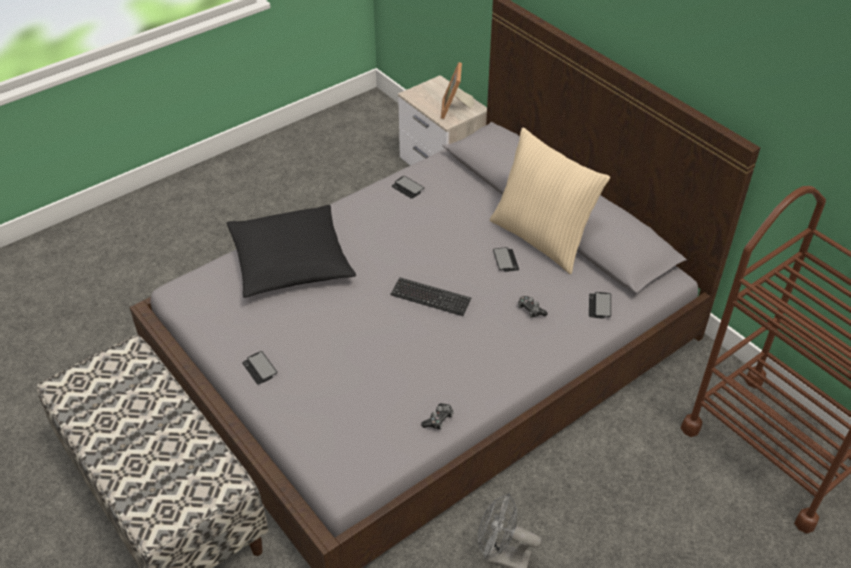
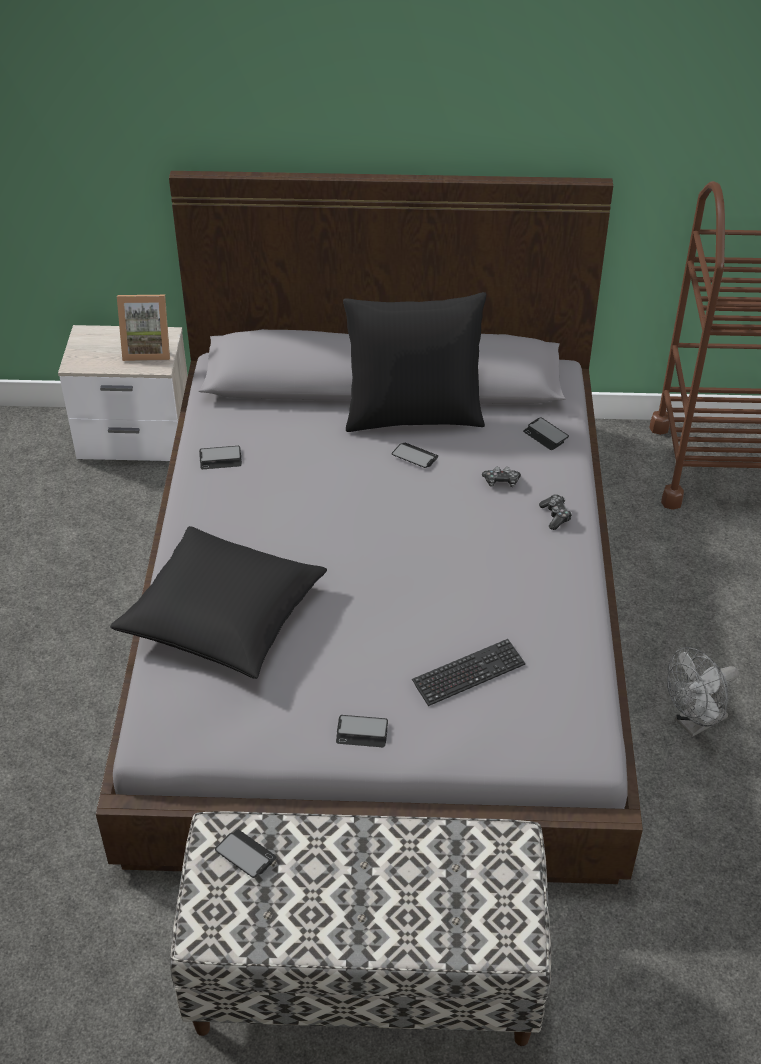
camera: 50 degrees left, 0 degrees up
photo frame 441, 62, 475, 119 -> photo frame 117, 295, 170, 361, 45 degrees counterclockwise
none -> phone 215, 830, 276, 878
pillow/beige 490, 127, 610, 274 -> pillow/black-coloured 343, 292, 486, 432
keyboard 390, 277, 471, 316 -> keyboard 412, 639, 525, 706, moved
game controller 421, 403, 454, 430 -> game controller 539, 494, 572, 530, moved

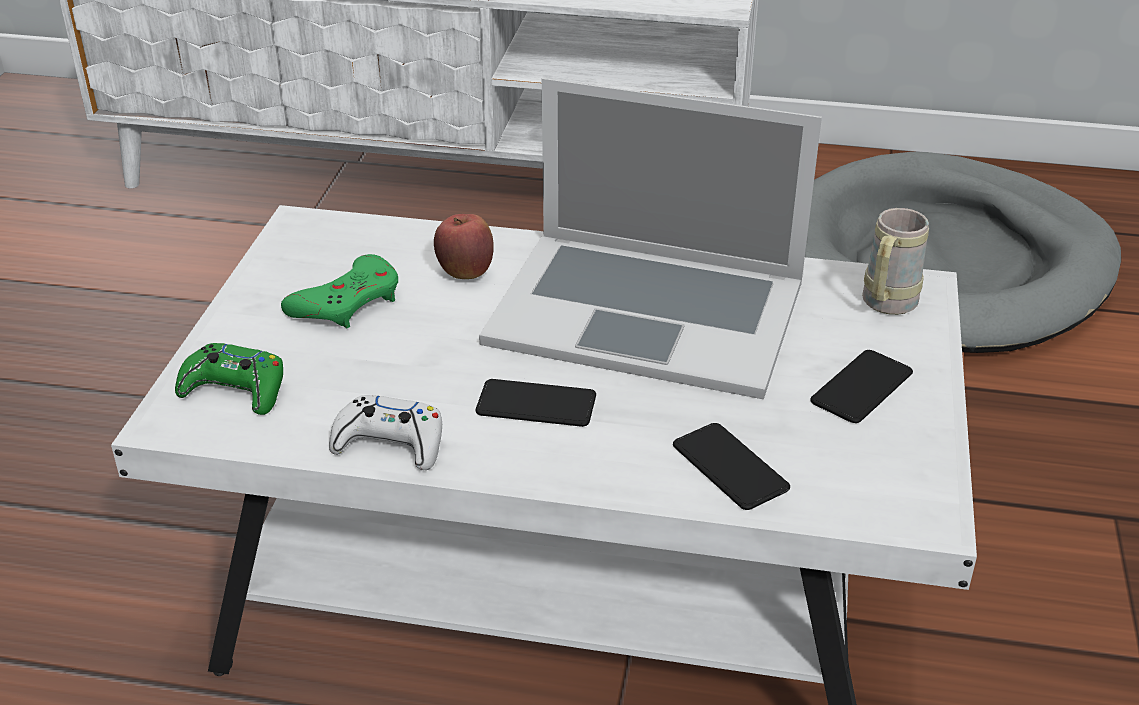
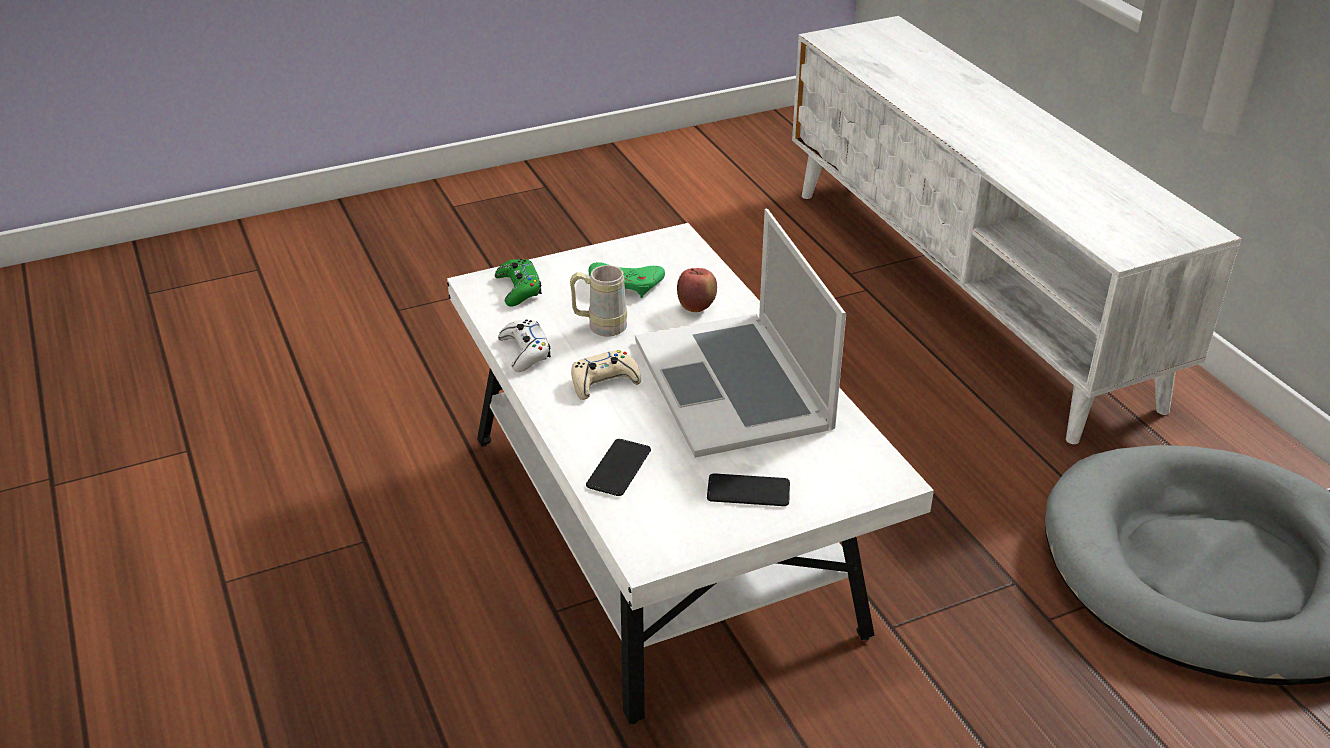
camera: 55 degrees right, 0 degrees up
coffee mug/beige 862, 208, 929, 315 -> coffee mug/beige 570, 265, 627, 337, moved
phone 476, 379, 596, 427 -> game controller/beige 571, 350, 641, 400

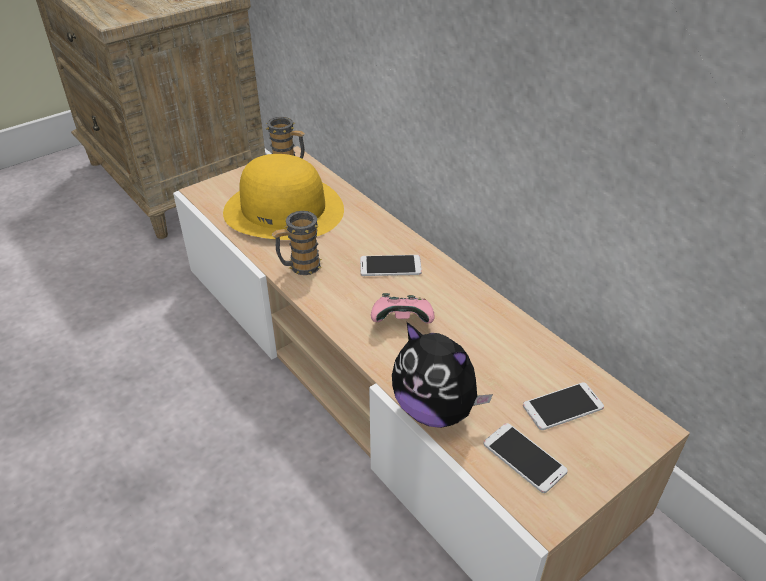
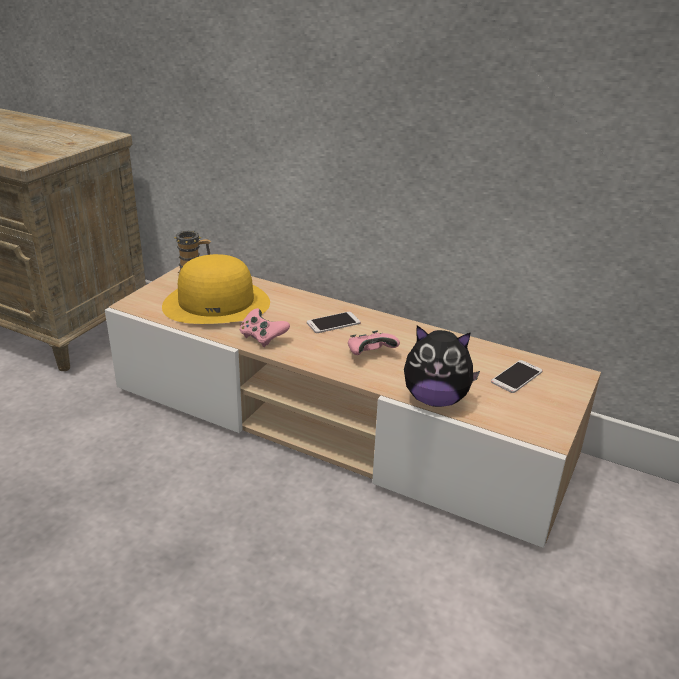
camera: 25 degrees left, 10 degrees down
coffee mug 272, 211, 322, 275 -> game controller/pink 240, 308, 290, 347
phone 483, 423, 568, 493 -> none

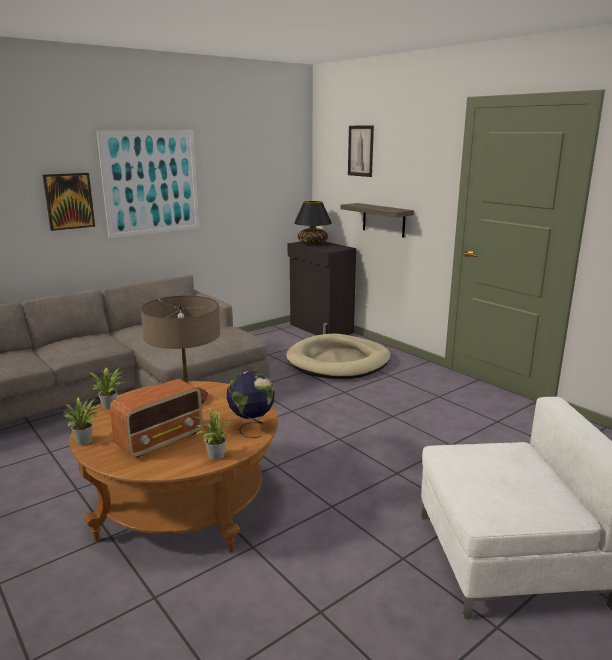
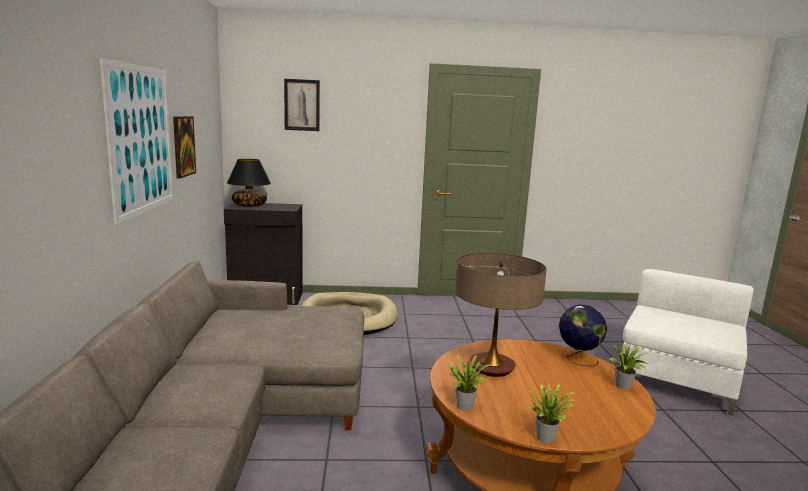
camera: 55 degrees left, 5 degrees down
wall art 43, 173, 95, 231 -> wall art 173, 116, 196, 179, moved
radio receiver 110, 379, 203, 458 -> none
bracket shelf 340, 203, 414, 238 -> none

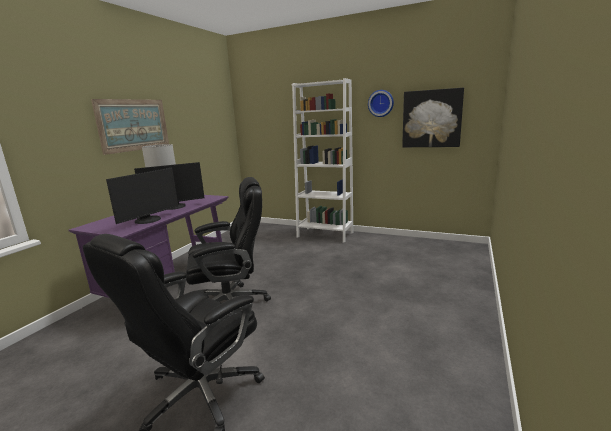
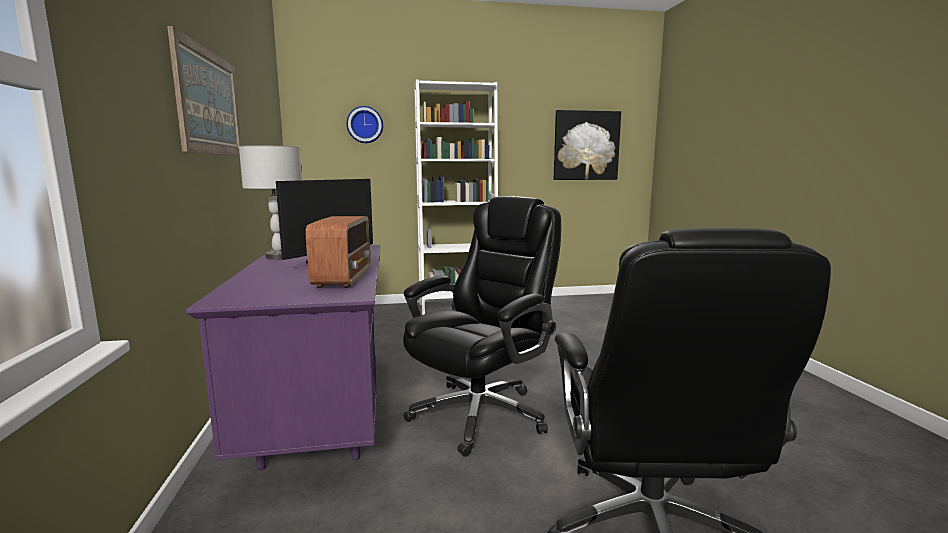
camera: 35 degrees left, 5 degrees down
monitor 106, 168, 178, 224 -> radio receiver 306, 216, 371, 288
clock on the wall 368, 90, 394, 117 -> clock on the wall 346, 106, 383, 143, moved

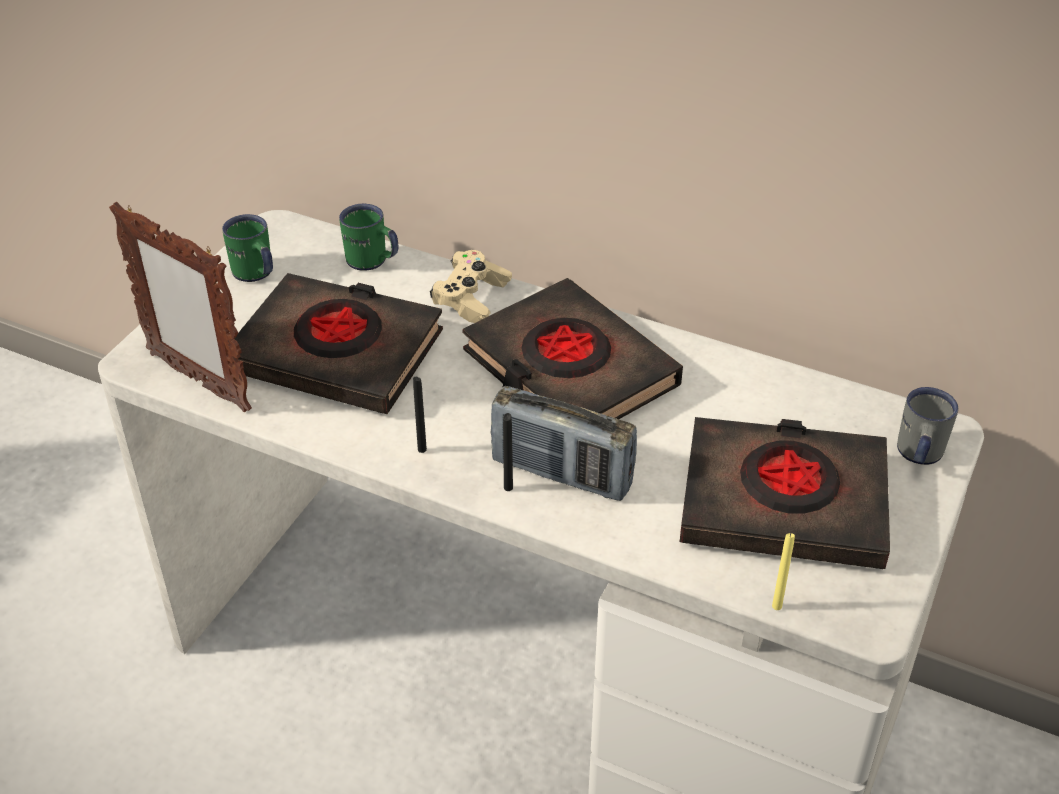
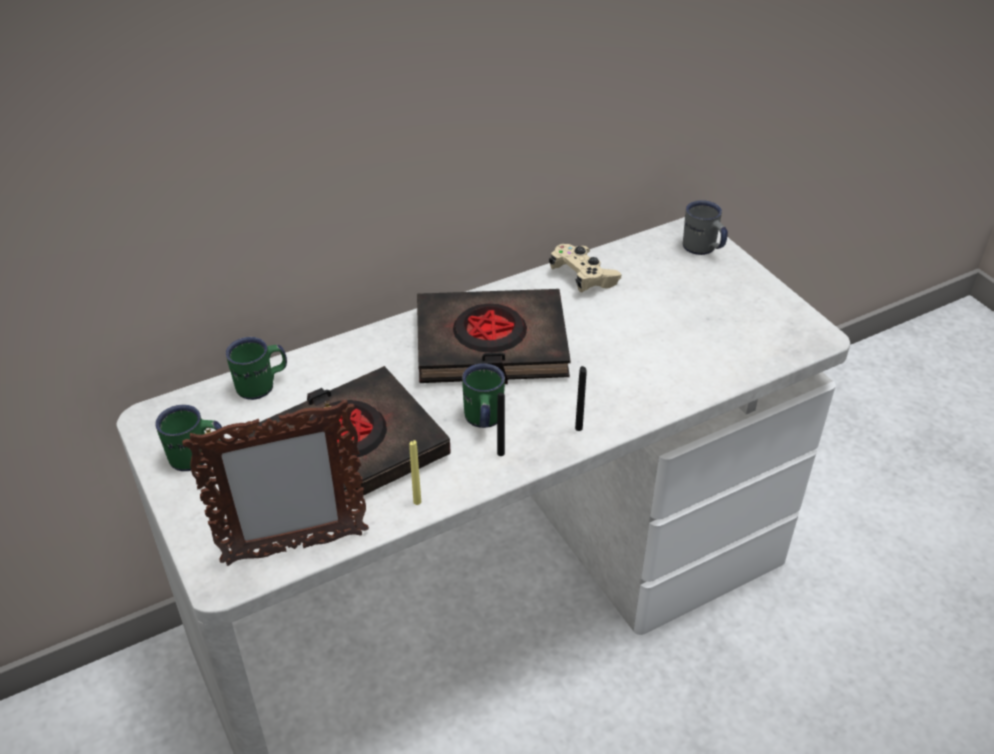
camera: 55 degrees left, 0 degrees up
wax candle/yellowish 772, 533, 795, 610 -> wax candle/yellowish 409, 440, 421, 505, moved
none -> coffee mug/green 462, 363, 505, 428
game controller/beige 430, 250, 512, 323 -> game controller/beige 549, 244, 621, 293, moved
radio receiver 491, 386, 637, 501 -> none
book/black-coloured 680, 417, 890, 569 -> none

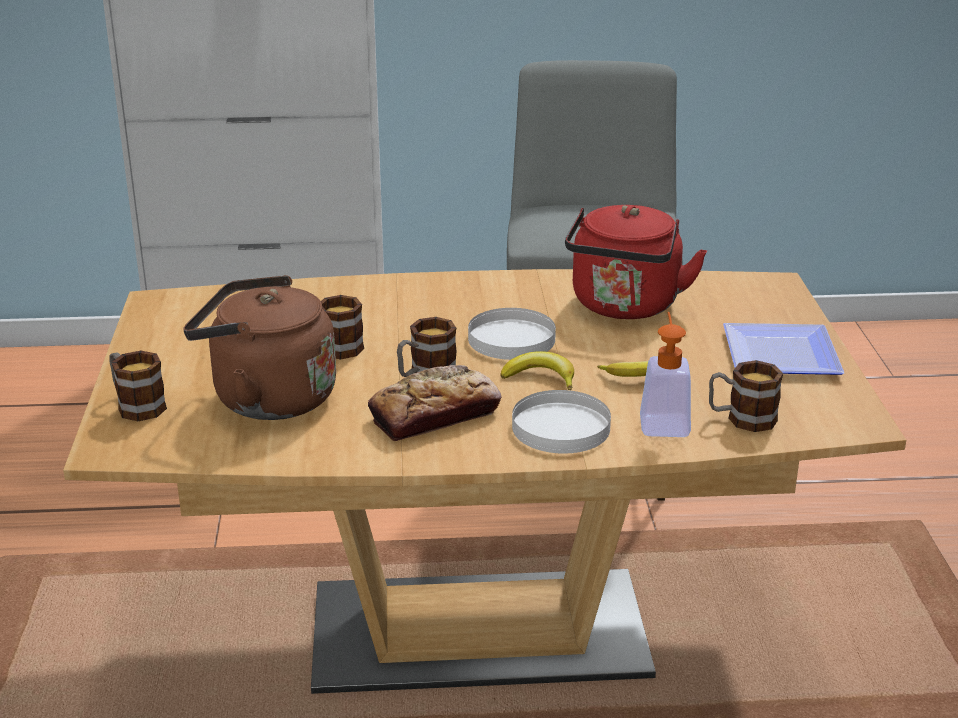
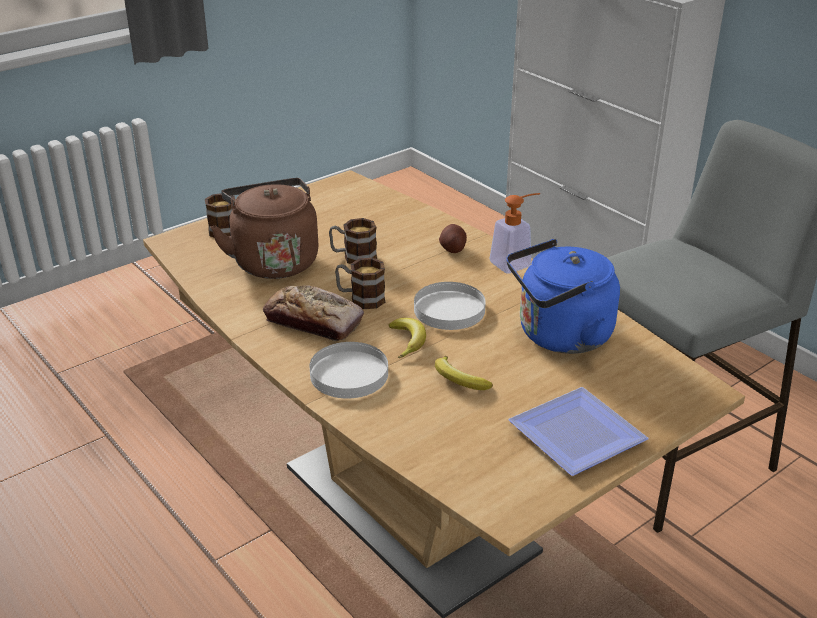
camera: 55 degrees right, 5 degrees up
none -> whole potato 439, 224, 467, 253
liquid soap bottle 640, 312, 691, 437 -> liquid soap bottle 489, 193, 540, 273, moved
kettle/red 565, 205, 707, 319 -> kettle/bluish 506, 239, 620, 354
coffee mug 709, 360, 783, 432 -> none

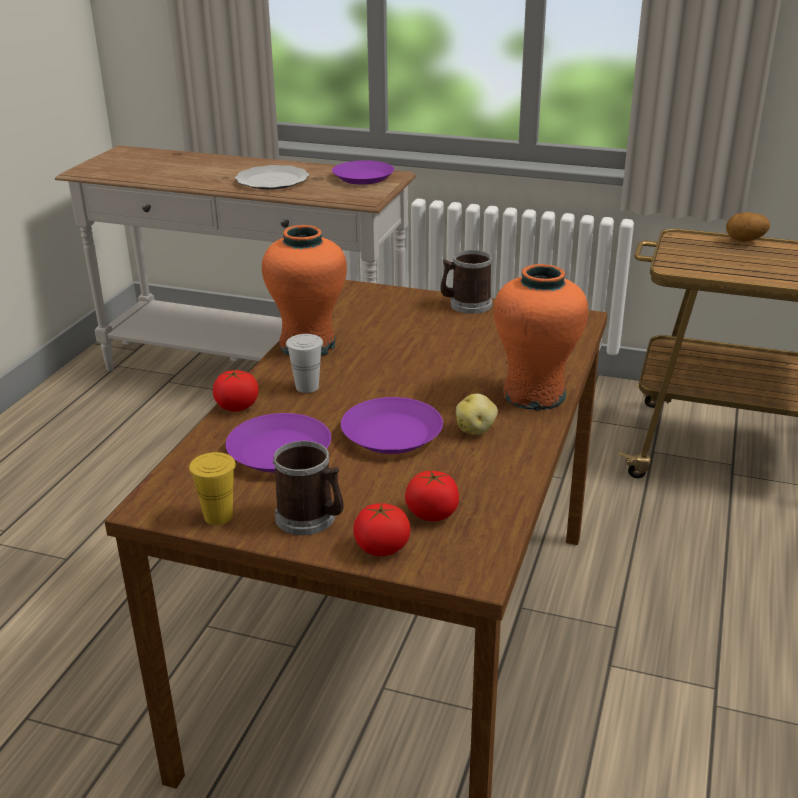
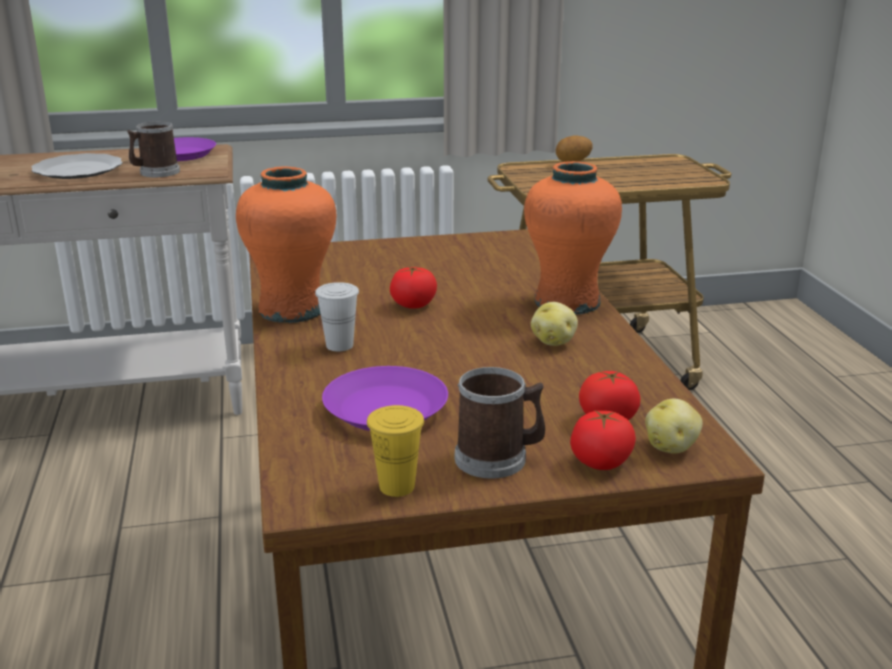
camera: 30 degrees left, 5 degrees down
coffee mug 440, 250, 492, 314 -> coffee mug 127, 121, 180, 177, moved
tomato 213, 370, 259, 412 -> tomato 390, 266, 437, 309, moved
none -> whole potato 645, 399, 703, 454
dinner plate/purplish 341, 397, 443, 454 -> none

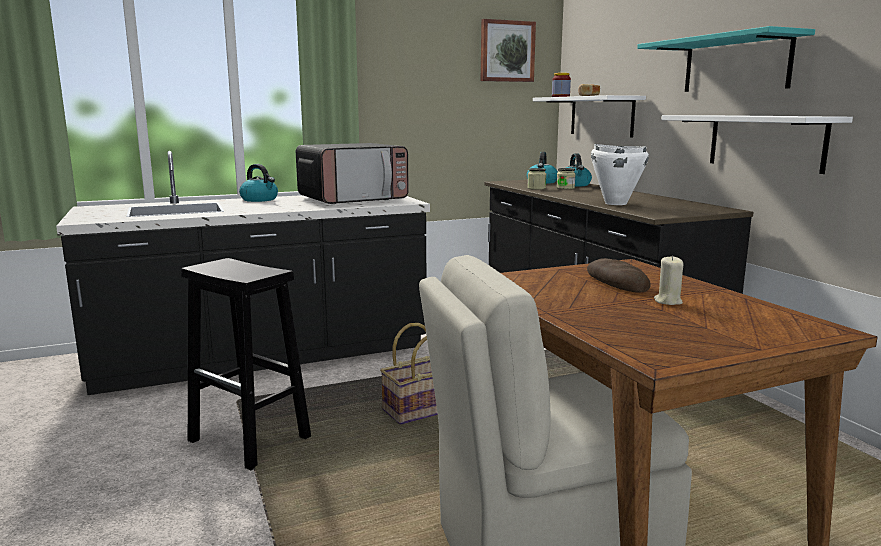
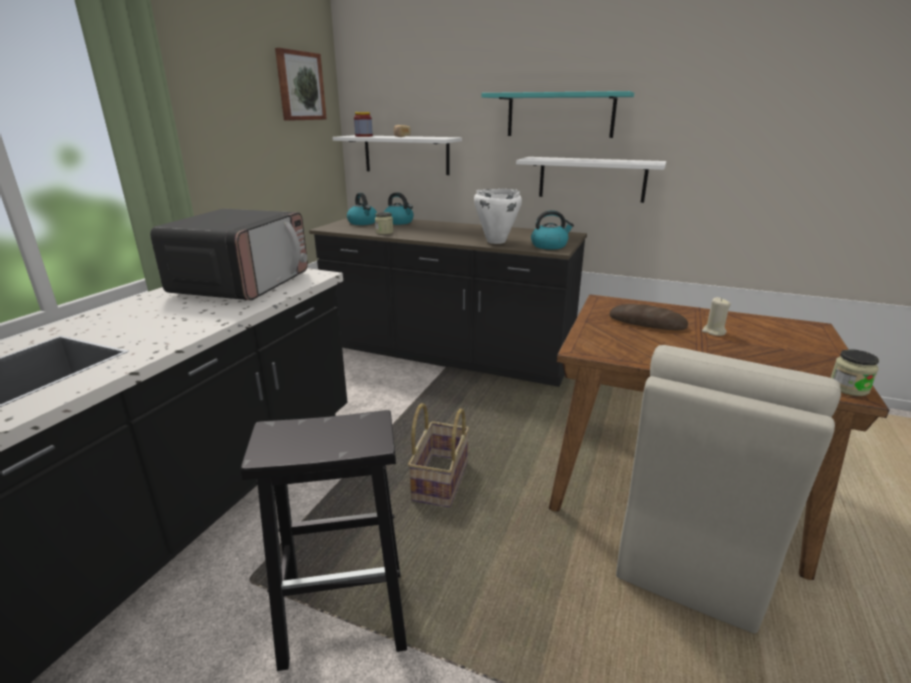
camera: 45 degrees left, 10 degrees up
kettle 239, 164, 278, 202 -> kettle 531, 210, 574, 250, moved
jar 556, 168, 576, 189 -> jar 830, 349, 879, 396, moved

